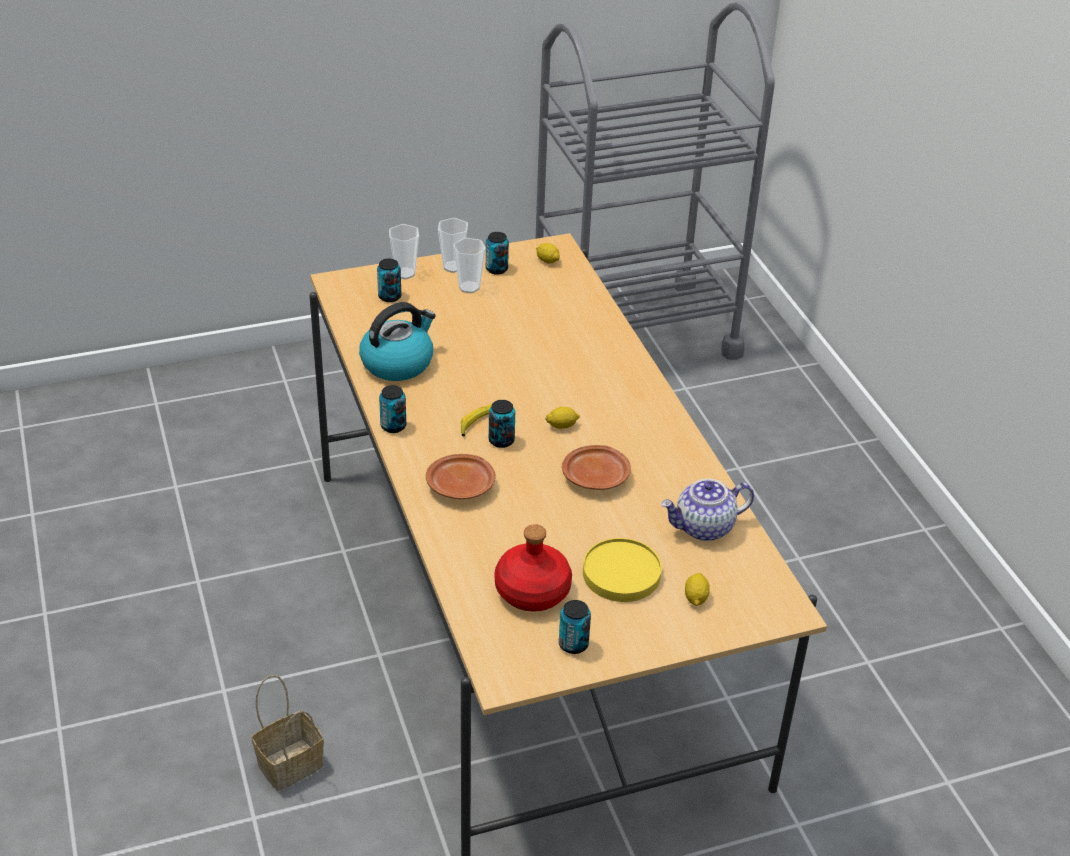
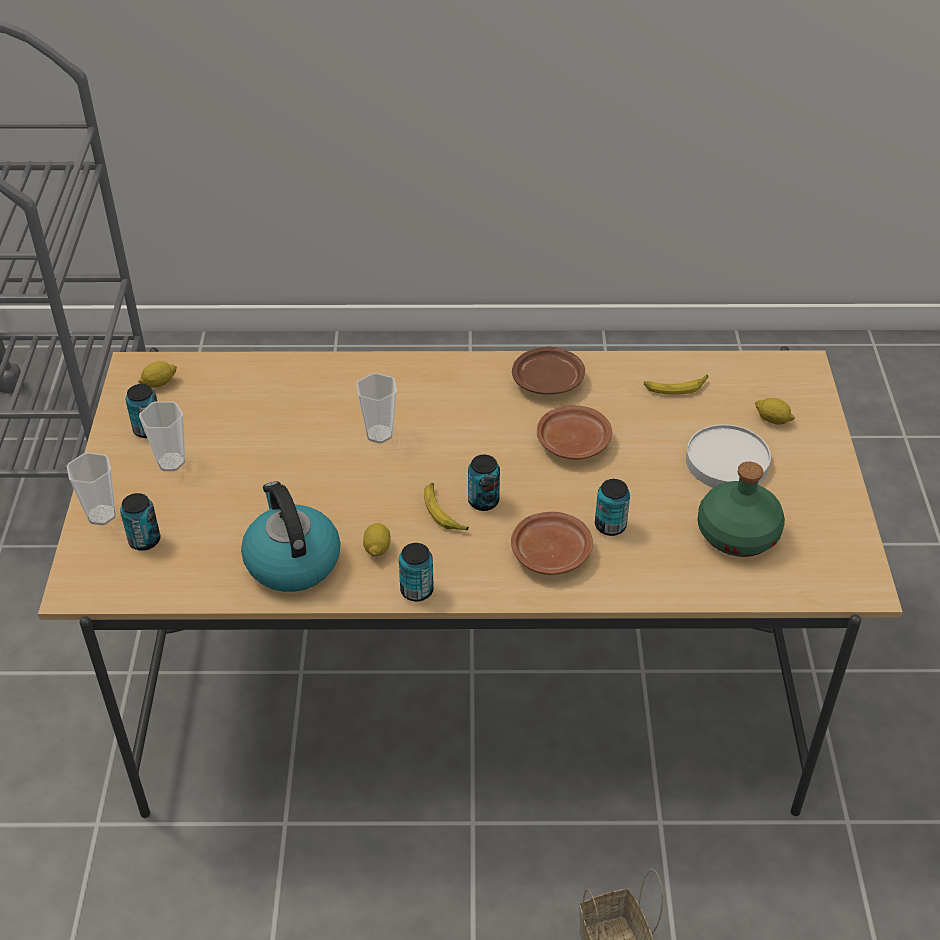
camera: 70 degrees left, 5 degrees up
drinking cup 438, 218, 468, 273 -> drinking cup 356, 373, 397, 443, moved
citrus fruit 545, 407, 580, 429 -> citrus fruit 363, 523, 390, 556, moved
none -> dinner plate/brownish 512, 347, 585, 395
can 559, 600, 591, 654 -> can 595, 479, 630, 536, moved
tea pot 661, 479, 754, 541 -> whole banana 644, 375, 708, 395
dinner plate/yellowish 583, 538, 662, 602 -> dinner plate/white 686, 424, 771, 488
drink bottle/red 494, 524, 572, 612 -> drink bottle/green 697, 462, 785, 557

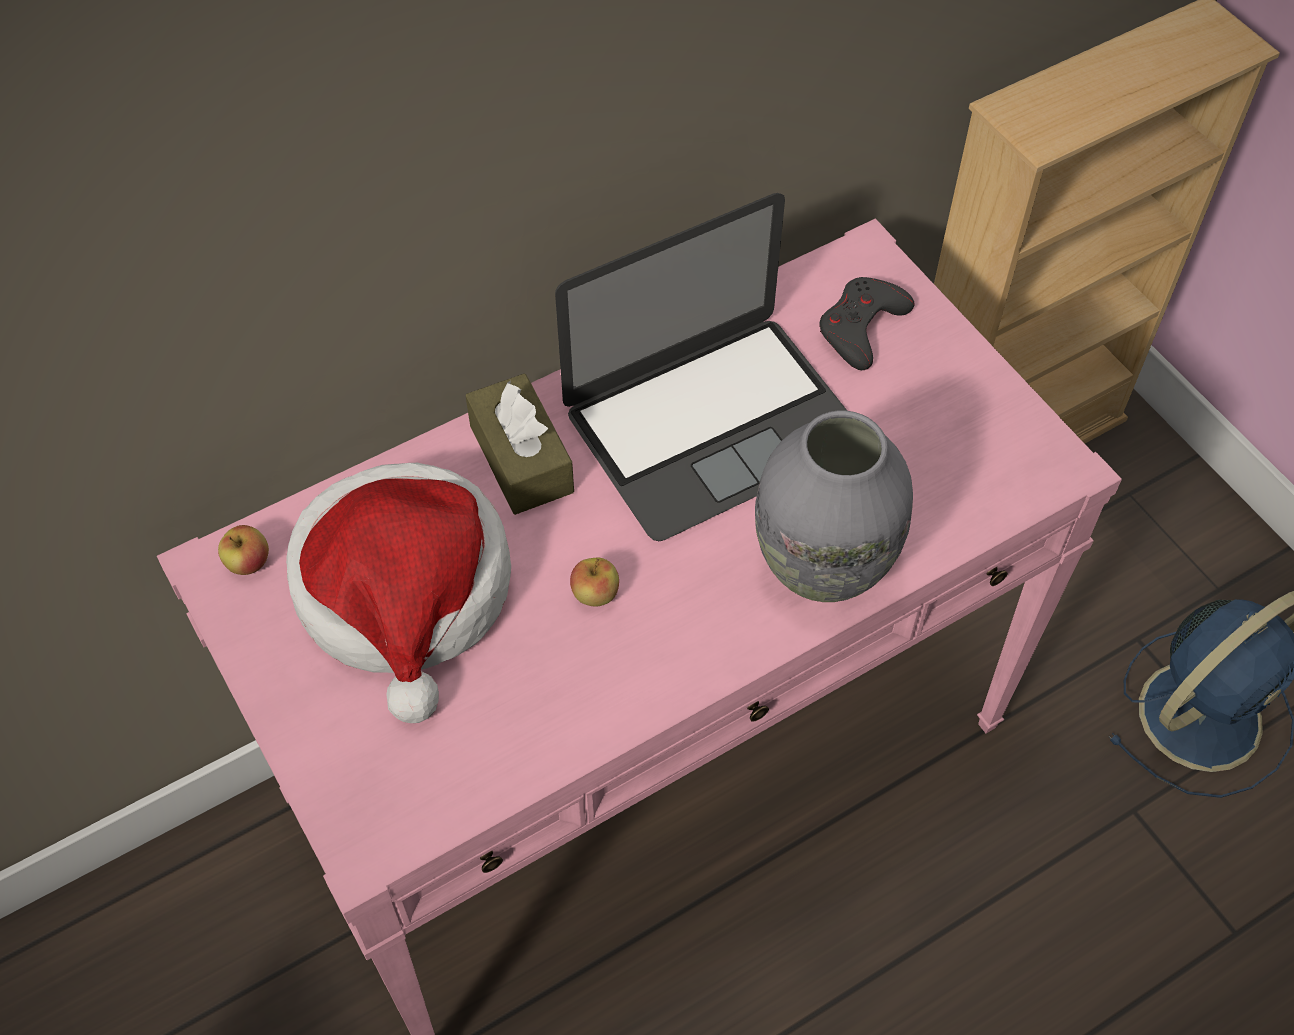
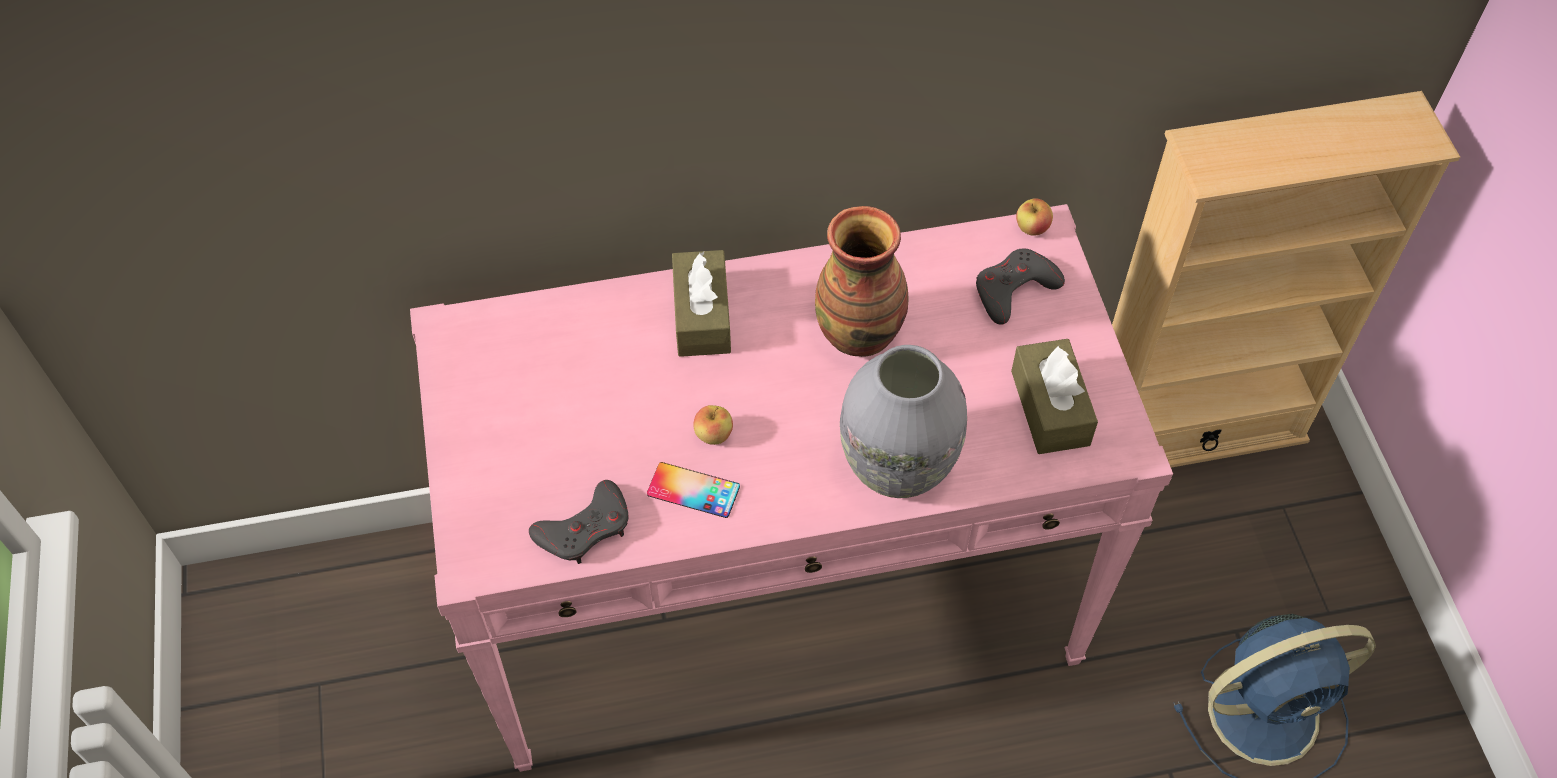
camera: 20 degrees right, 0 degrees up
none -> game controller/gray 529, 480, 628, 564
none -> phone 647, 462, 740, 518
portable computer 555, 193, 847, 541 -> vase 815, 206, 908, 356
none -> tissue holder/brownish 1011, 339, 1098, 454
apple fruit 218, 525, 269, 575 -> apple fruit 1016, 198, 1053, 236, moved
clothing hat 286, 463, 511, 723 -> none

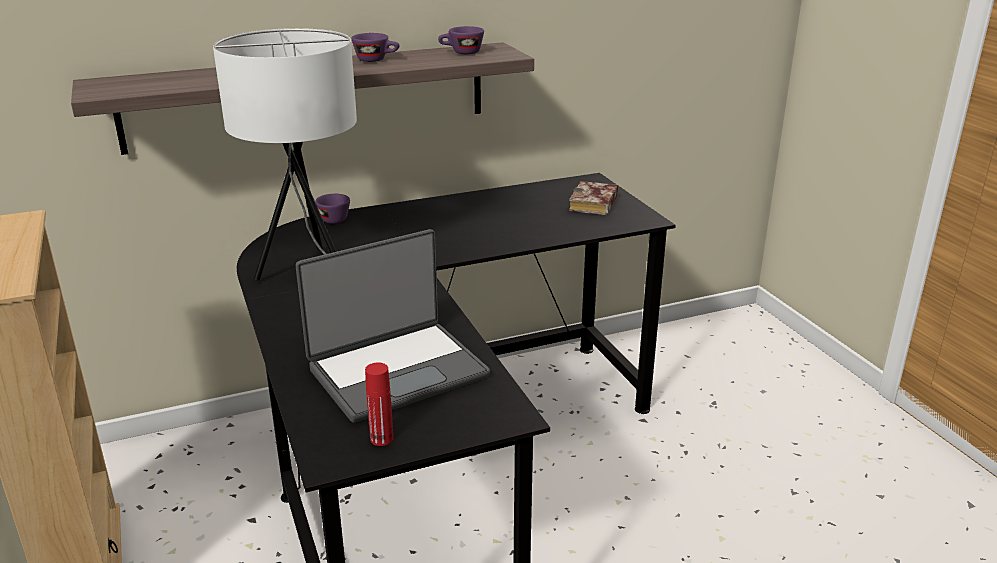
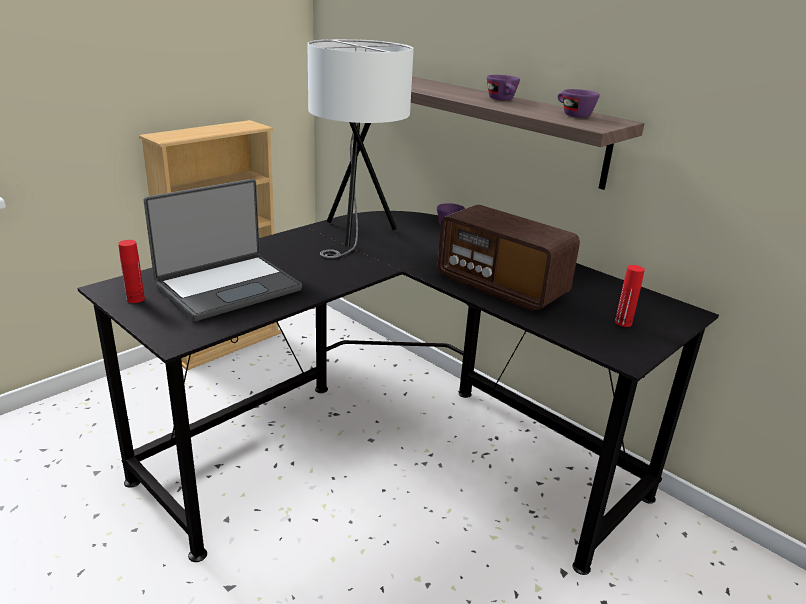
camera: 65 degrees right, 0 degrees up
portable computer 295, 229, 490, 423 -> portable computer 143, 179, 302, 321, 75 degrees counterclockwise
none -> radio receiver 438, 205, 580, 311
book 569, 181, 618, 215 -> drink bottle/red 615, 265, 645, 327

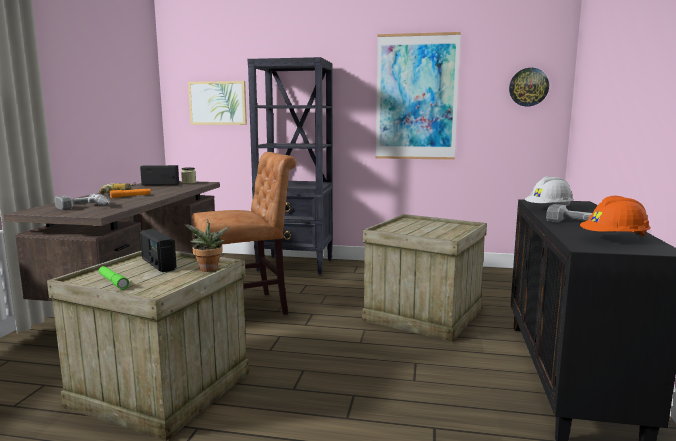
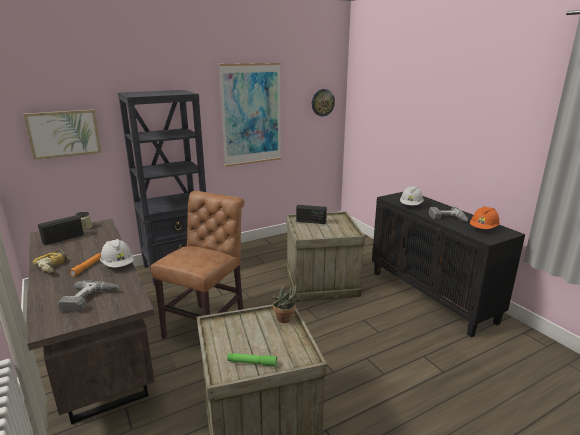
camera: 40 degrees left, 10 degrees up
none -> safety helmet/white 100, 239, 134, 268
radio receiver 140, 229, 177, 272 -> radio receiver 296, 205, 327, 224, moved

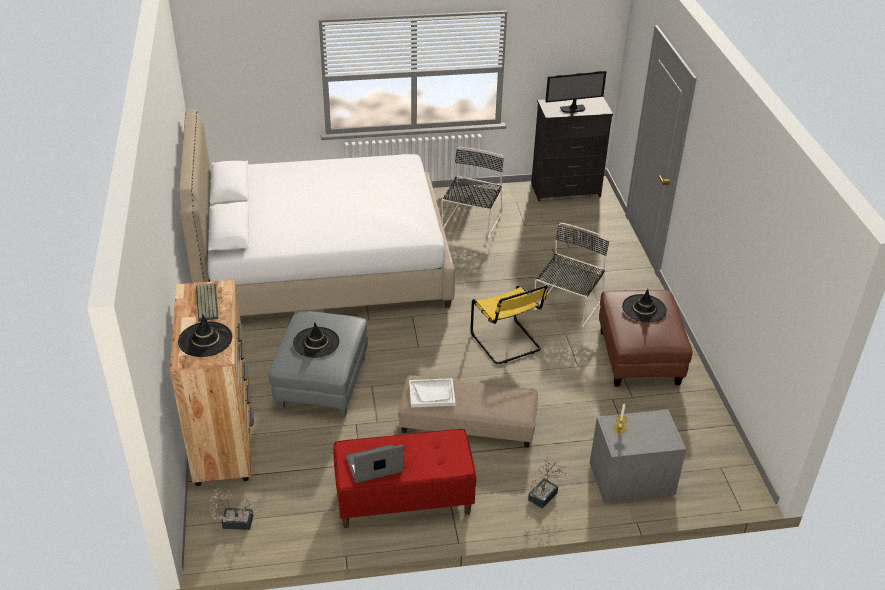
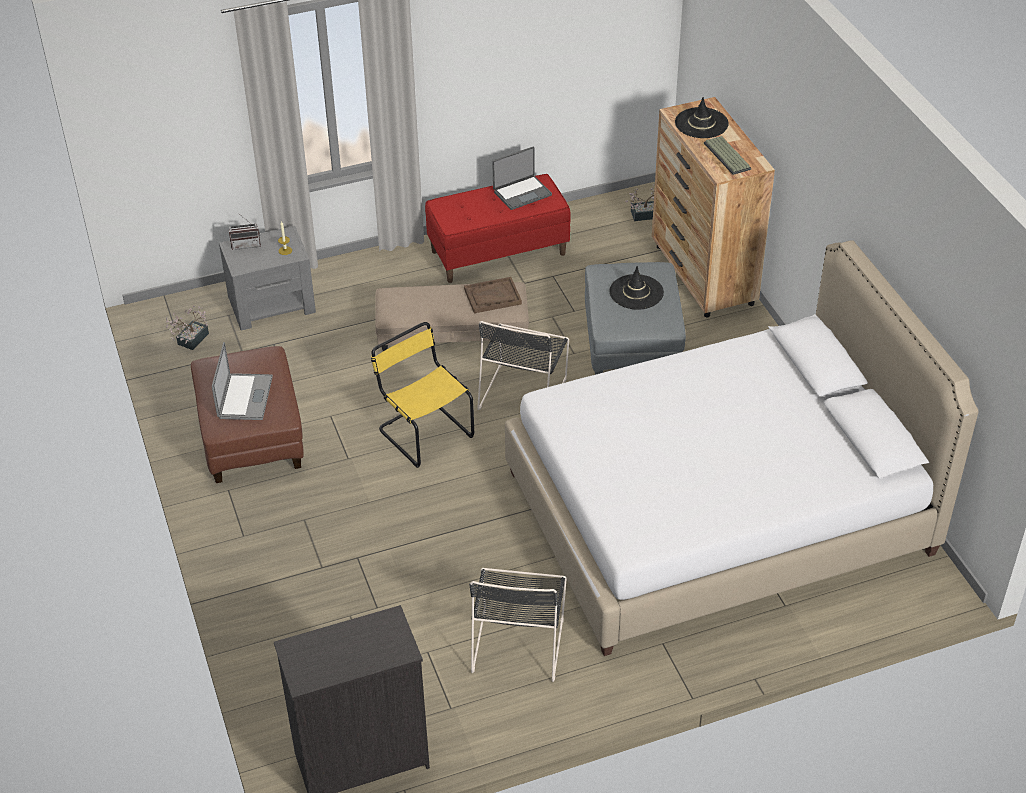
camera: 170 degrees right, 5 degrees up
potted plant 528, 457, 567, 509 -> potted plant 166, 306, 209, 350, moved
clothing hat/black-coloured 622, 289, 667, 322 -> portable computer 212, 342, 273, 420
none -> radio receiver 229, 213, 261, 250
serving tray/white 409, 378, 455, 408 -> serving tray/brownish 464, 277, 522, 313
chair/black-coloured 534, 223, 609, 328 -> chair/black-coloured 477, 321, 569, 410, moved
monitor 545, 71, 607, 113 -> none

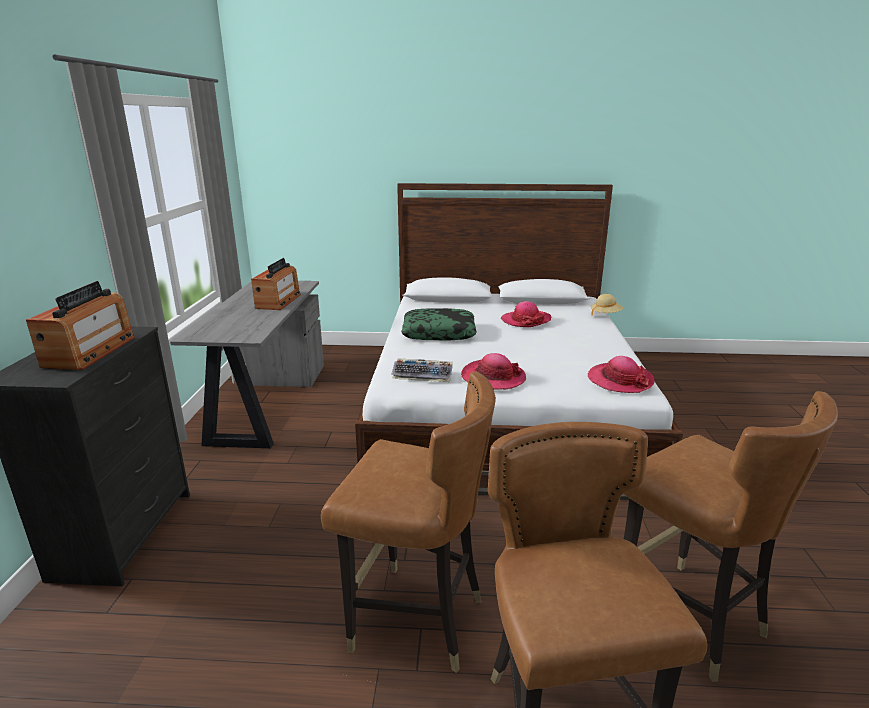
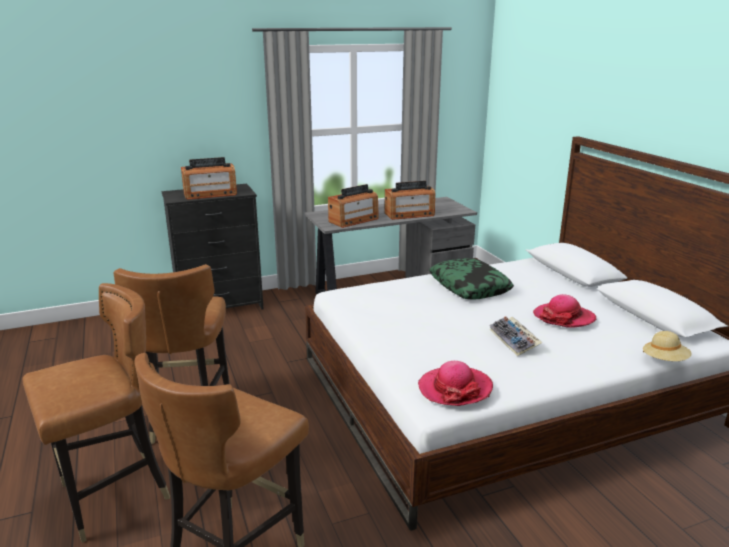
camera: 65 degrees right, 0 degrees up
none -> radio receiver 328, 184, 379, 228
keyboard 391, 358, 453, 382 -> keyboard 489, 316, 542, 356, moved
clothing hat 461, 353, 526, 390 -> none

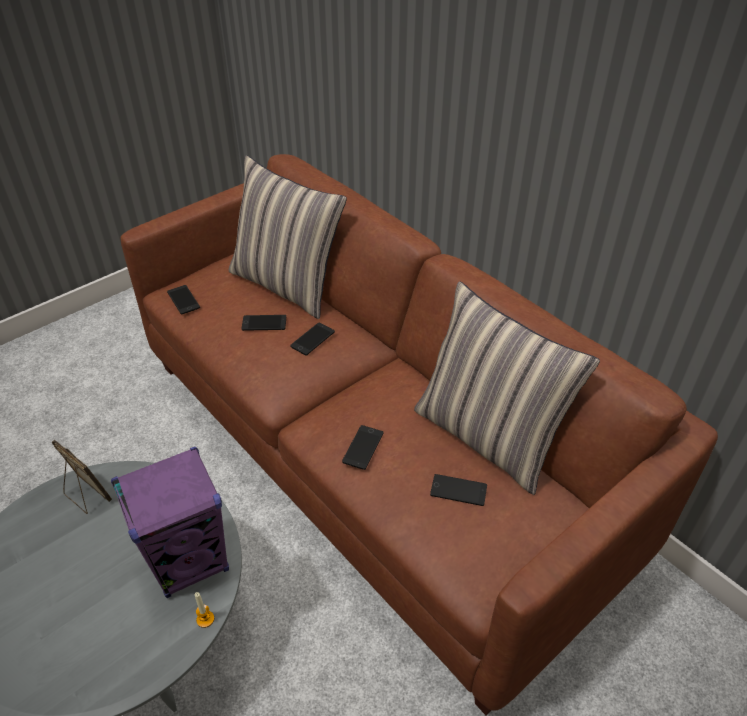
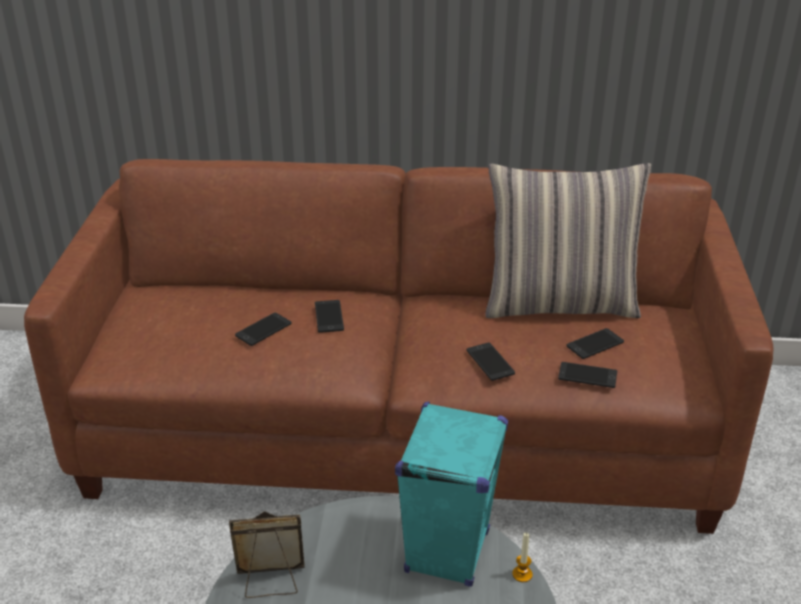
camera: 45 degrees left, 10 degrees down
loudspeaker/purplish 111, 447, 229, 598 -> loudspeaker/turquoise-coloured 395, 402, 508, 587
phone 167, 285, 200, 315 -> phone 558, 362, 617, 388, moved
pillow 229, 155, 347, 319 -> none

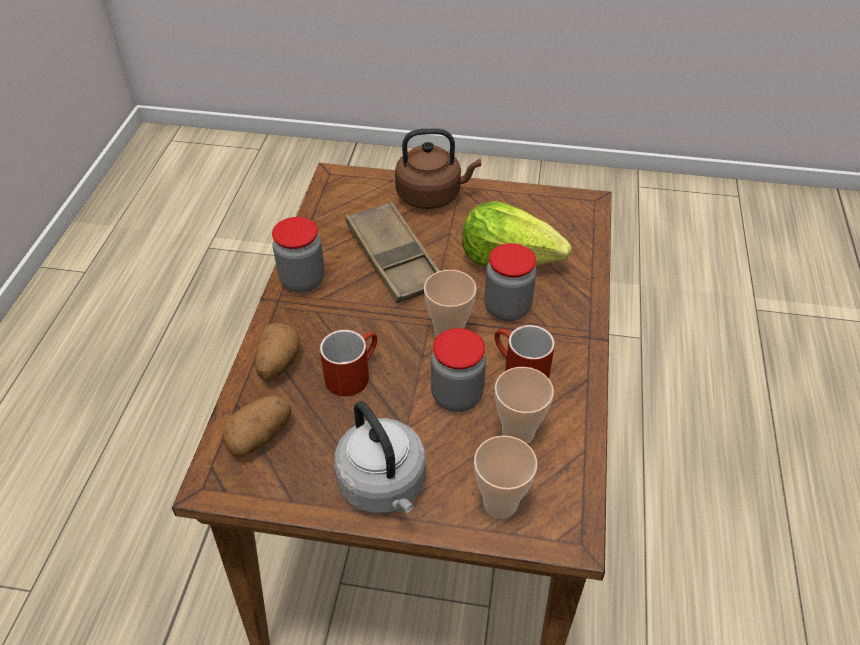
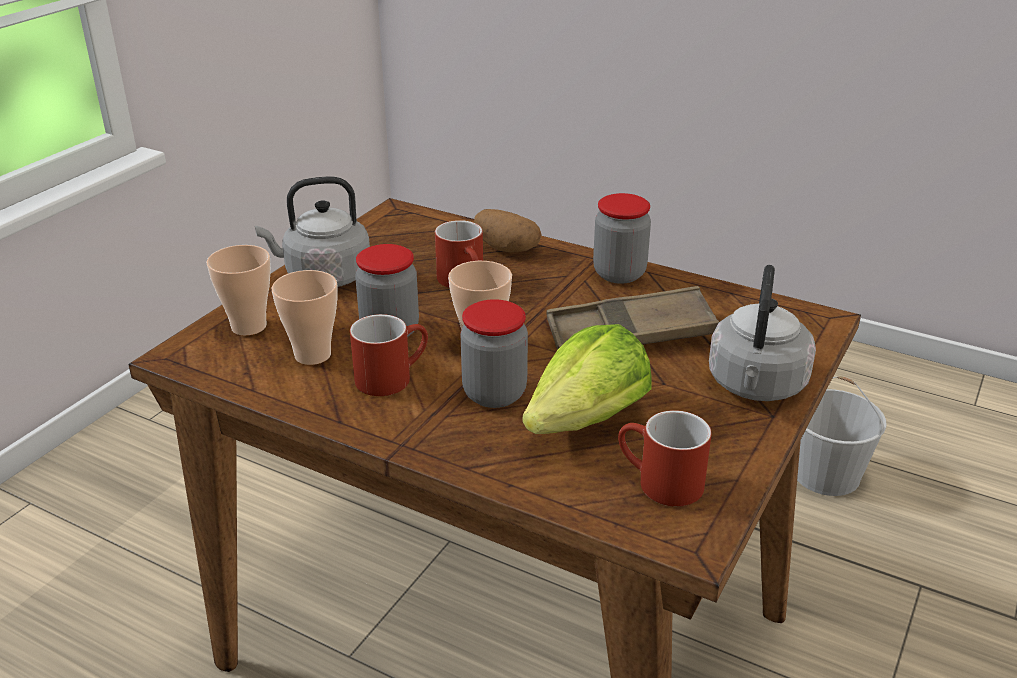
camera: 110 degrees right, 15 degrees down
none -> coffee mug/red 618, 410, 712, 507
kettle/brownish 395, 128, 481, 209 -> kettle/gray 709, 265, 816, 401
none -> bucket/white 797, 376, 887, 496
whole potato 222, 396, 291, 457 -> none

